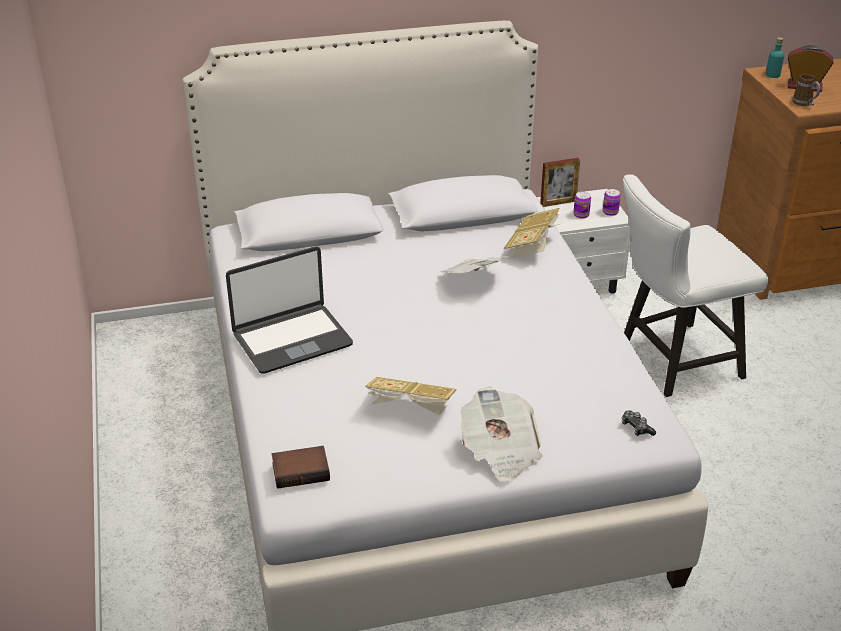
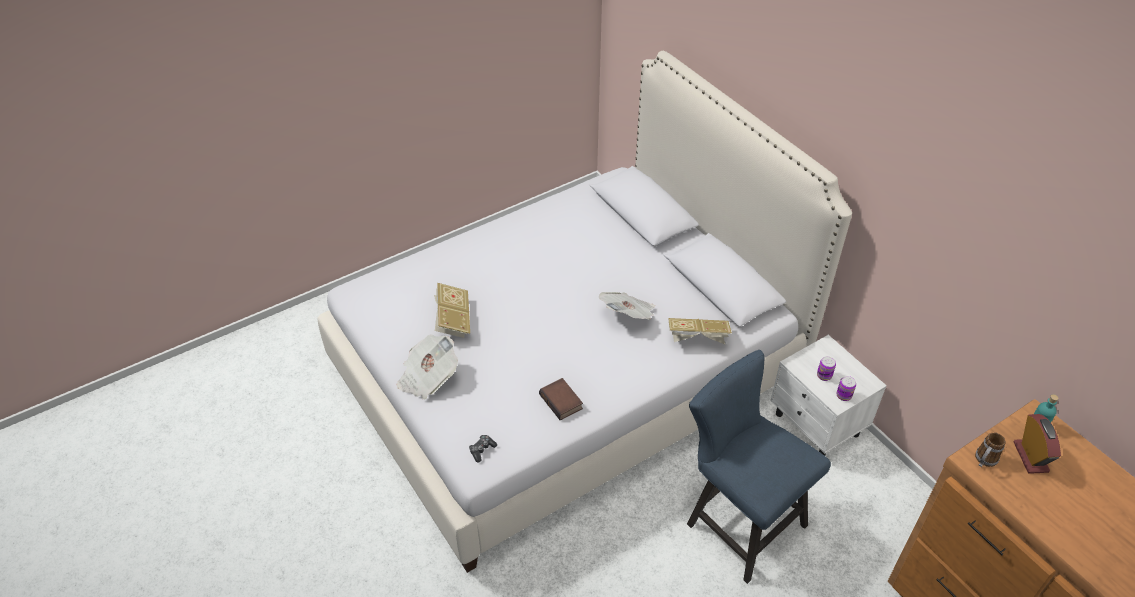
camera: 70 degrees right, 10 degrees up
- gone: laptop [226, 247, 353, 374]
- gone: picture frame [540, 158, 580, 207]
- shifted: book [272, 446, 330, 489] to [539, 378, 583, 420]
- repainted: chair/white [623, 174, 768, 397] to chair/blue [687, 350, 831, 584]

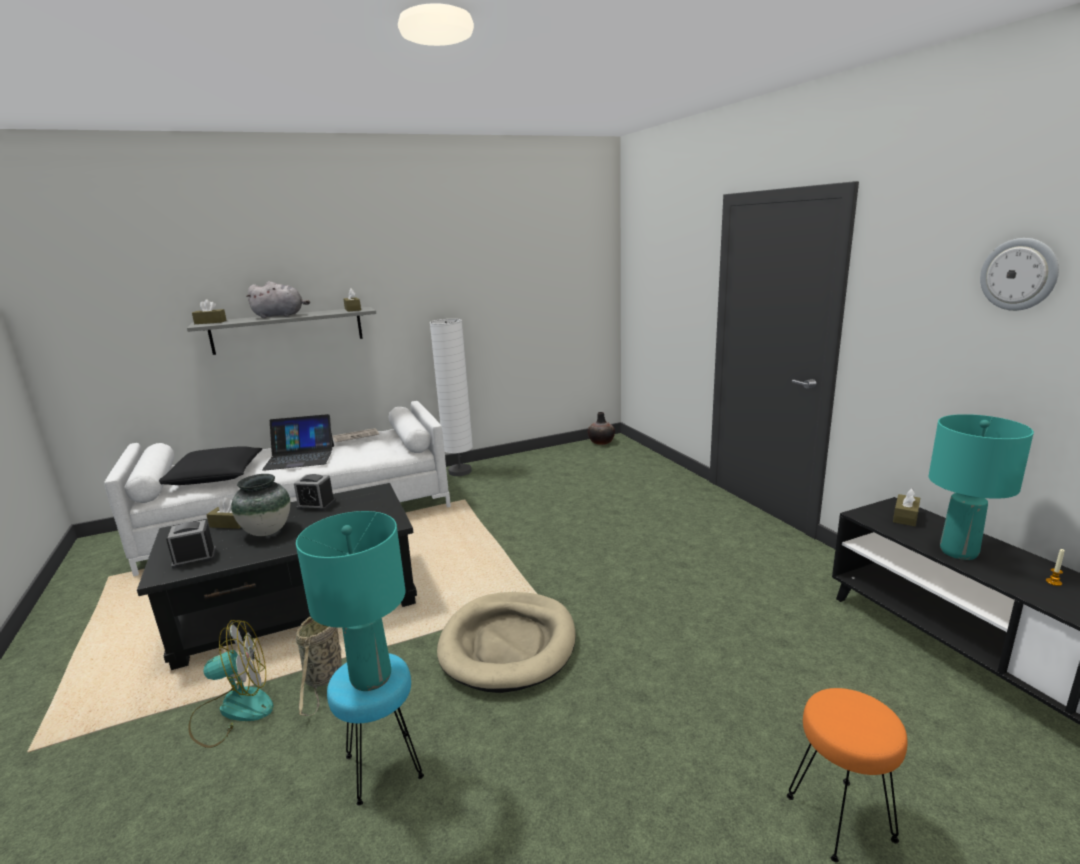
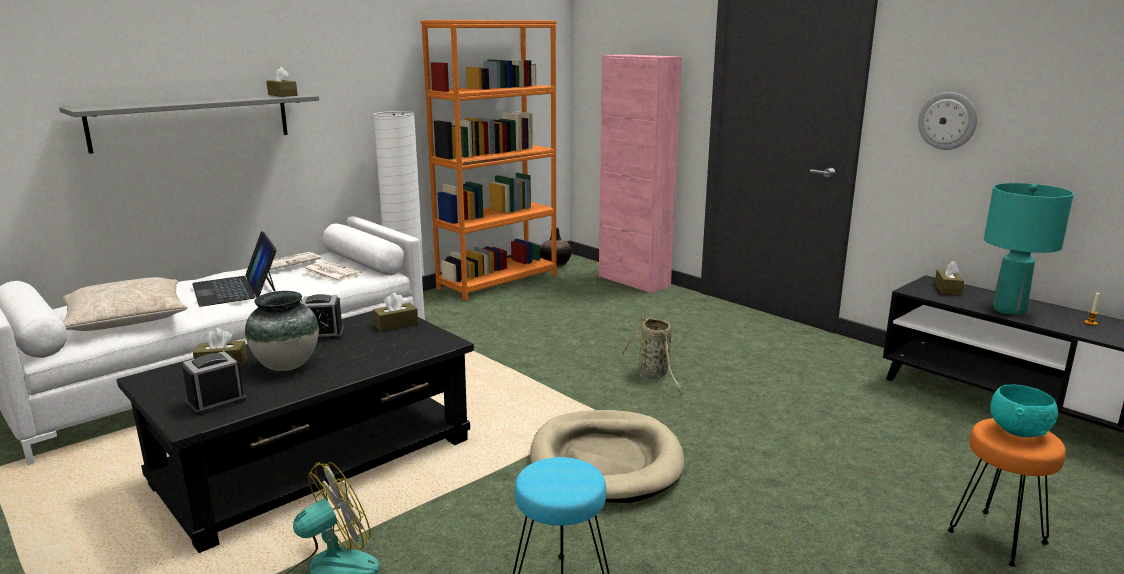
camera: 20 degrees left, 0 degrees up
- gone: plush toy/grey [246, 281, 310, 318]
- gone: table lamp/turquoise [296, 511, 405, 691]
- new: newspaper [304, 261, 362, 282]
- new: bookcase/orange [421, 20, 557, 301]
- new: cabinet/pink [599, 54, 682, 293]
- new: bowl/turquoise [990, 384, 1058, 437]
- shifted: tissue box/brown [192, 299, 226, 324] to [373, 293, 418, 332]
- shifted: basket [296, 617, 341, 716] to [620, 316, 683, 389]
- shifted: wall clock [980, 238, 1059, 311] to [918, 92, 977, 150]
- repainted: pillow/black [159, 446, 262, 485] to pillow/beige [63, 277, 188, 331]
- rotated: laptop [262, 414, 334, 471] = [192, 231, 277, 307] 90 degrees clockwise

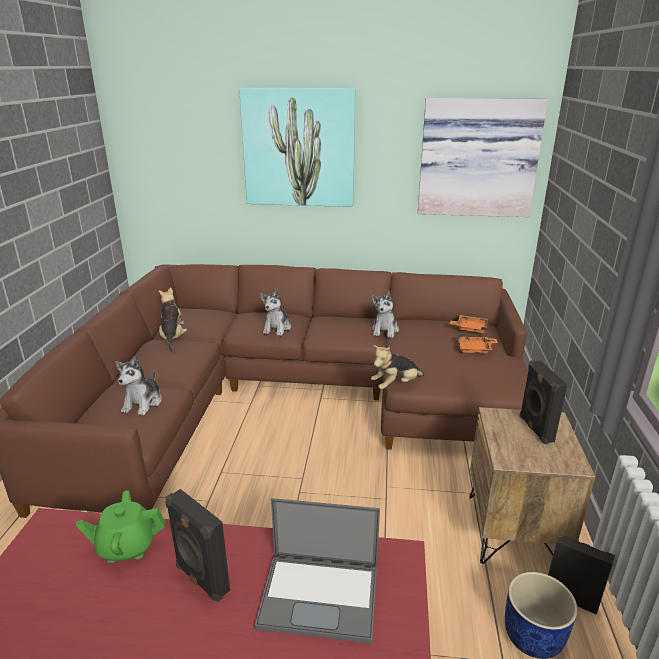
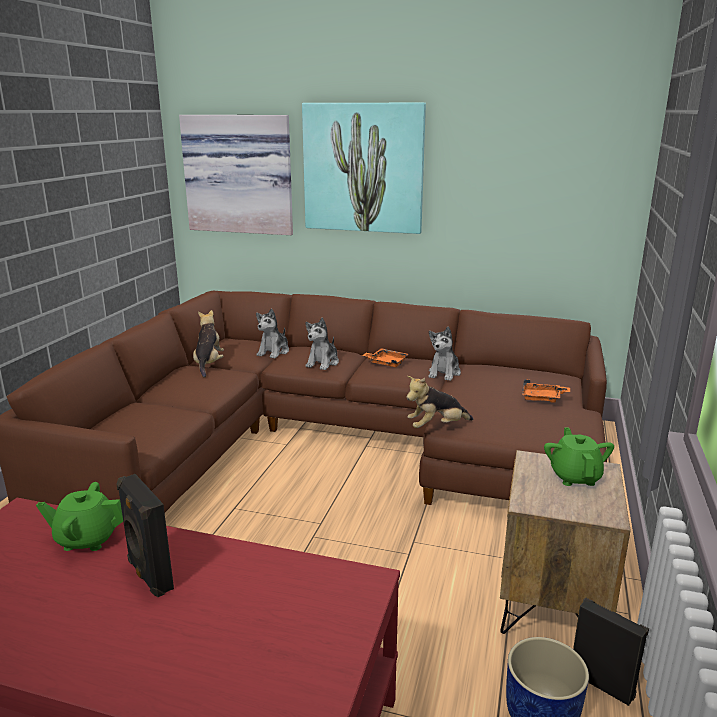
camera: 10 degrees right, 5 degrees down
- gone: laptop [255, 498, 380, 644]
- shifted: plush toy [115, 357, 162, 415] to [256, 309, 289, 359]
- shifted: picture [418, 98, 548, 217] to [179, 115, 293, 235]
- shifted: tray/orange [450, 315, 488, 333] to [362, 348, 409, 367]
- swapped: speaker/black [519, 360, 567, 444] to teapot/green [544, 427, 614, 486]

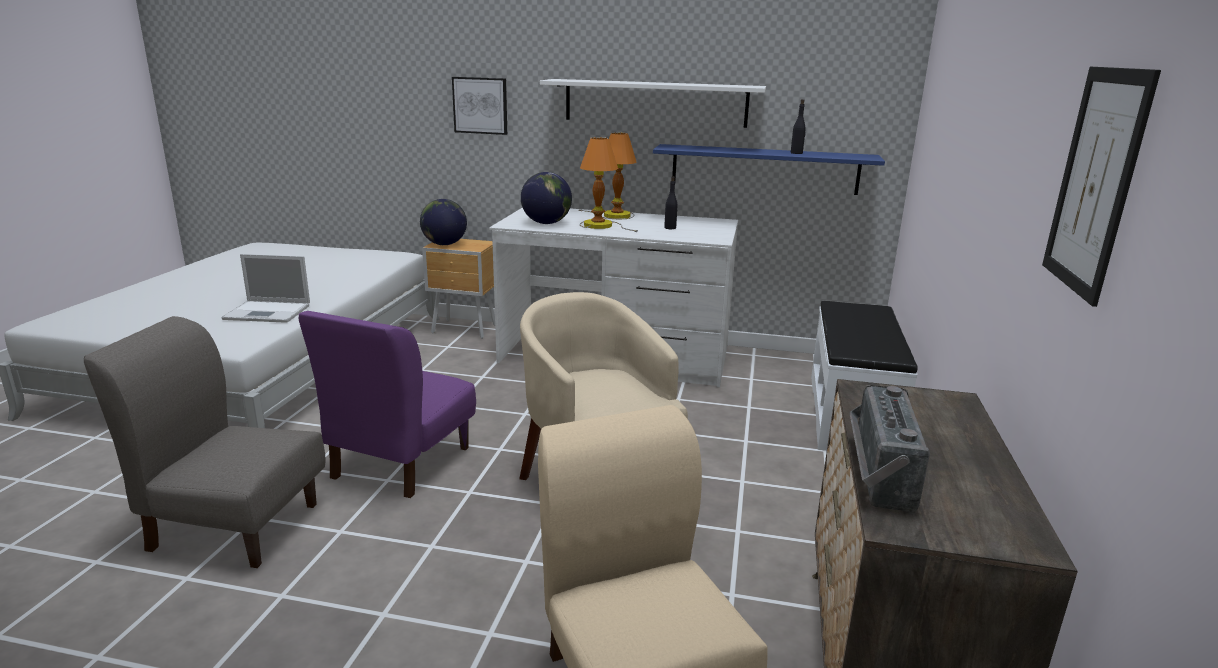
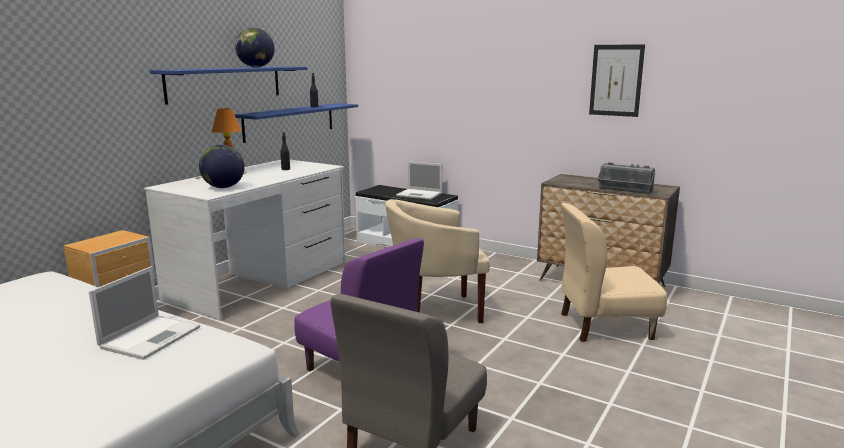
camera: 70 degrees left, 5 degrees down
- gone: picture [452, 77, 507, 135]
- gone: table lamp [579, 137, 638, 232]
- new: laptop [396, 161, 442, 200]
- shifted: globe [420, 199, 467, 245] to [235, 28, 275, 67]
- repainted: shelf/white [540, 79, 766, 128] to shelf/blue [150, 66, 307, 105]

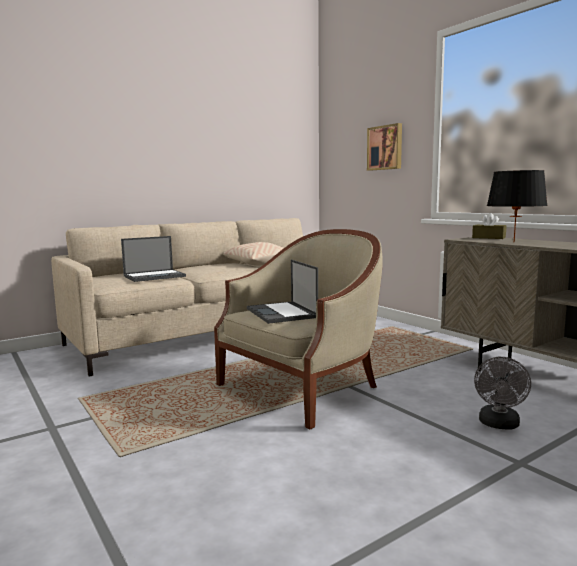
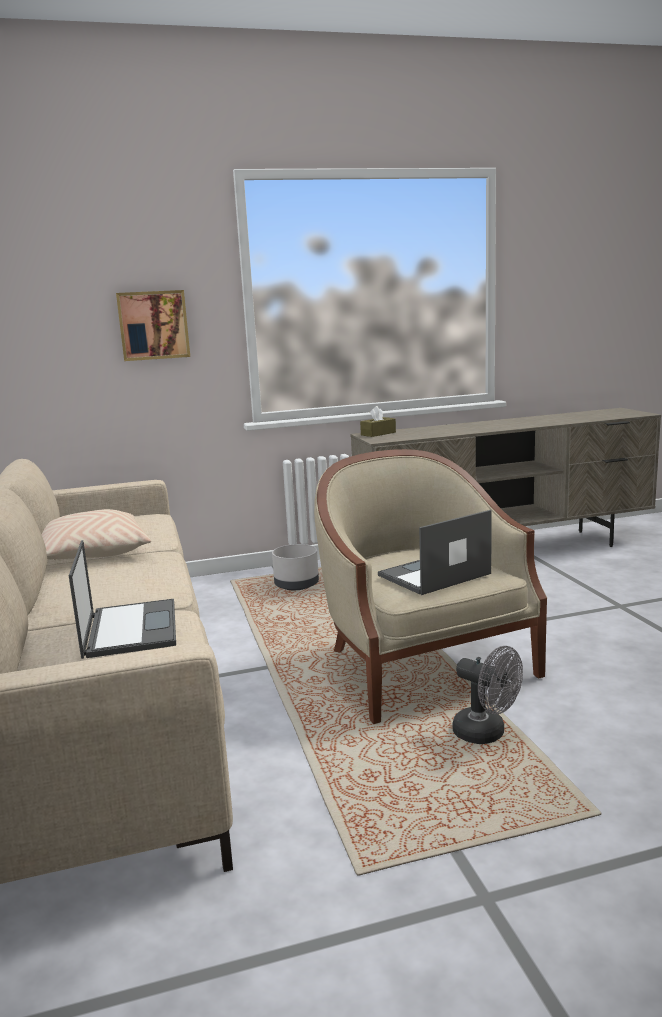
camera: 70 degrees left, 5 degrees up
- gone: table lamp/black [487, 170, 548, 242]
- new: planter/grey [272, 544, 319, 590]
- shifted: fan/grey [474, 357, 531, 430] to [452, 646, 523, 744]
- rotated: laptop [247, 260, 318, 324] = [378, 510, 492, 595] 150 degrees clockwise

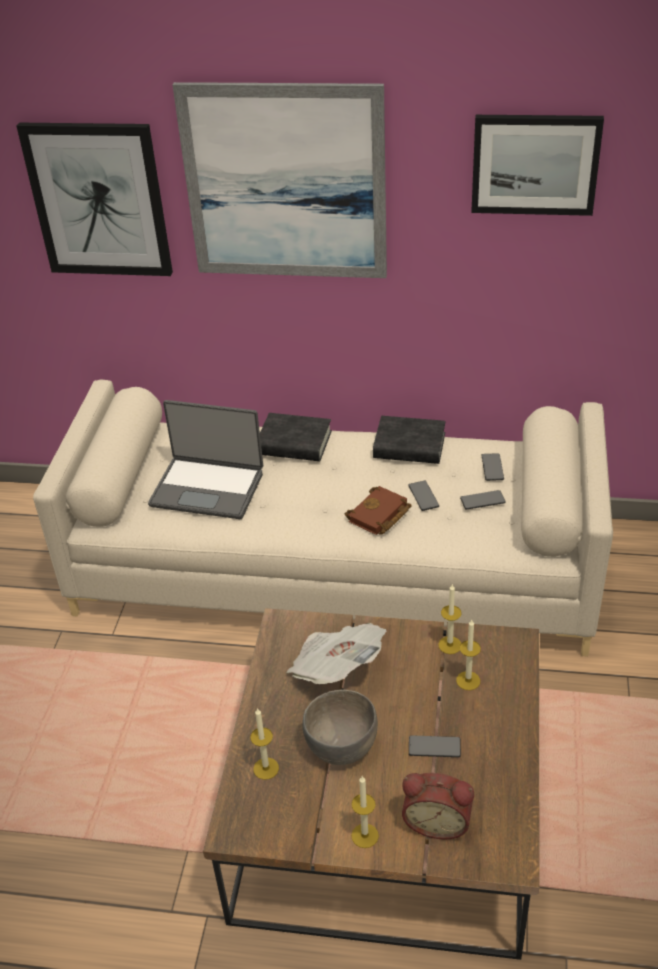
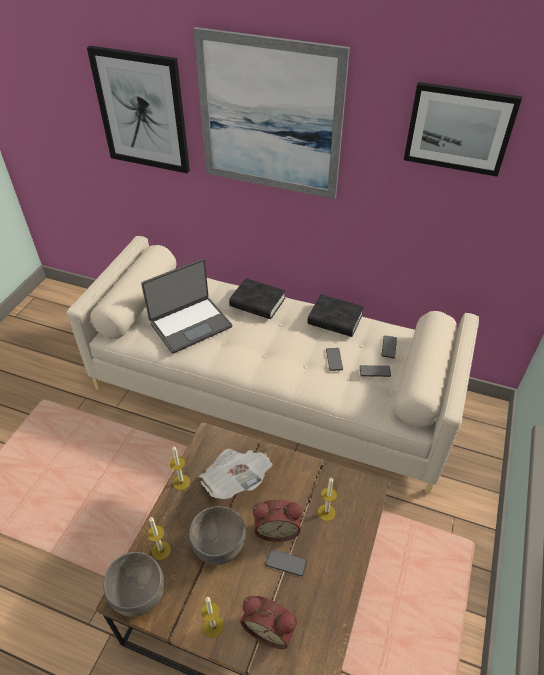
camera: 10 degrees right, 5 degrees up
- gone: book/brown [345, 486, 411, 535]
- new: bowl/grey [103, 552, 165, 617]
- new: alarm clock [253, 500, 302, 542]
- shifted: candle [438, 584, 462, 654] to [170, 446, 190, 490]
- rotated: laptop [148, 400, 263, 519] = [141, 259, 232, 354] 60 degrees counterclockwise

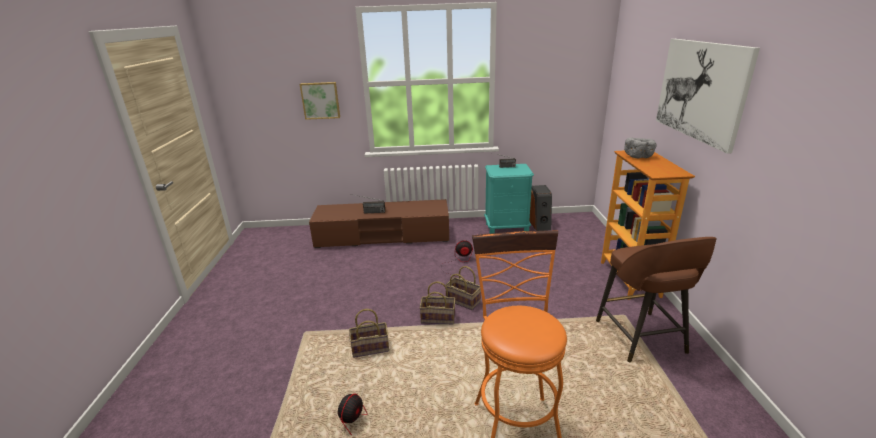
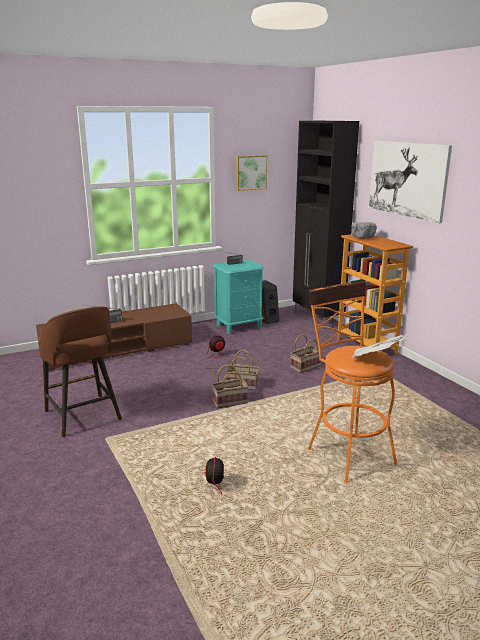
camera: 25 degrees left, 5 degrees down
- new: cabinet/black [293, 121, 359, 329]
- new: newspaper [351, 335, 405, 358]
- shifted: picture [300, 82, 340, 120] to [236, 155, 267, 191]
- shifted: basket [349, 309, 389, 358] to [290, 334, 321, 373]
- shifted: stool/brown [596, 237, 716, 362] to [38, 307, 122, 437]

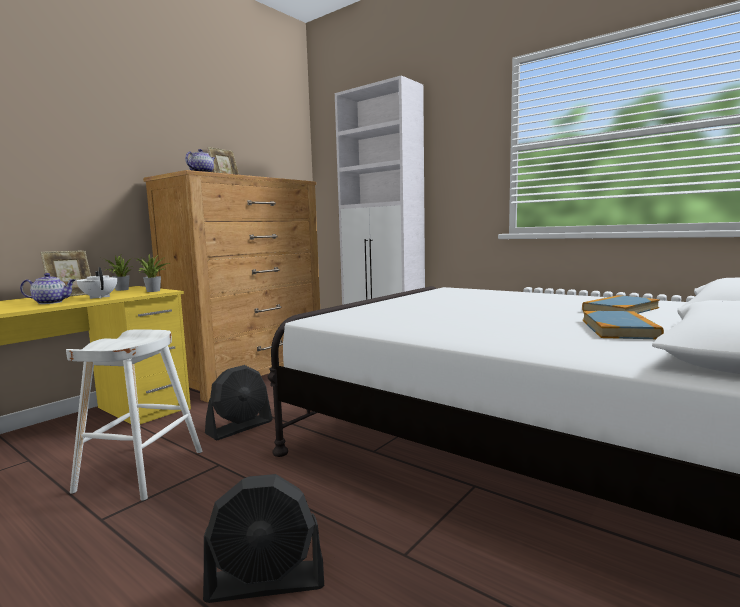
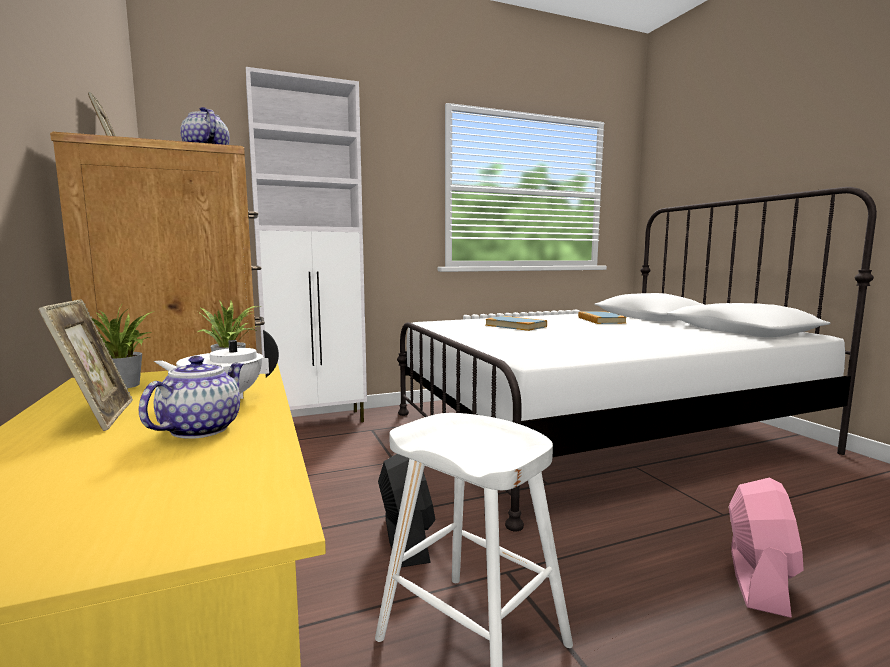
camera: 60 degrees left, 0 degrees up
- shifted: book [583, 311, 664, 339] to [485, 316, 547, 331]
- repainted: fan/black [203, 474, 324, 603] to fan/pink [729, 477, 804, 618]

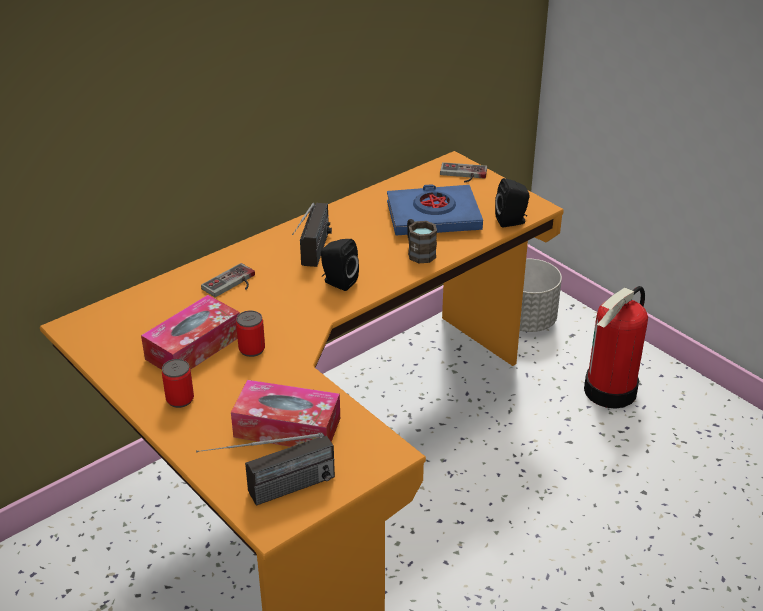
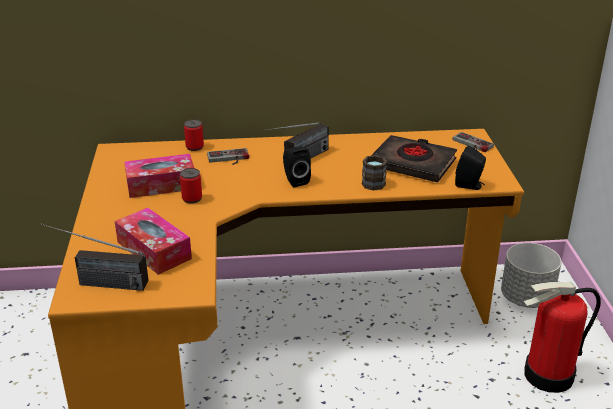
camera: 35 degrees right, 5 degrees down
- shifted: can [162, 359, 194, 408] to [184, 119, 204, 151]
- repainted: book/blue [387, 184, 483, 235] to book/black [371, 135, 457, 183]

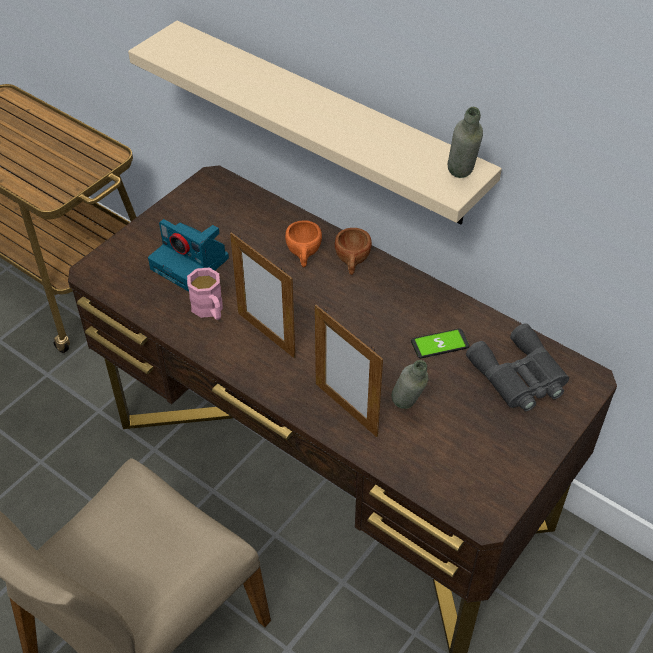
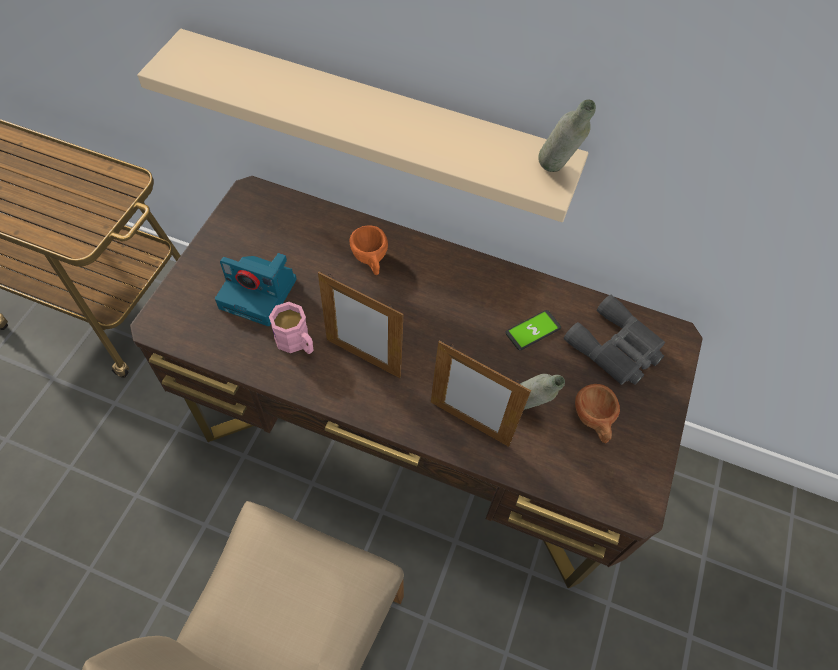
camera: 20 degrees left, 10 degrees up
- shifted: cup/brown [335, 228, 372, 275] to [575, 384, 620, 443]

